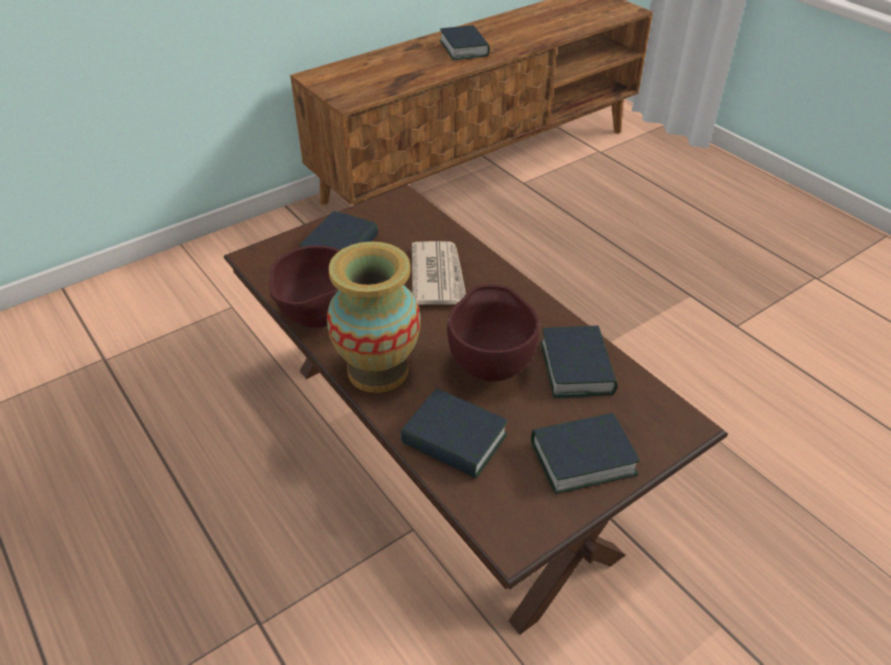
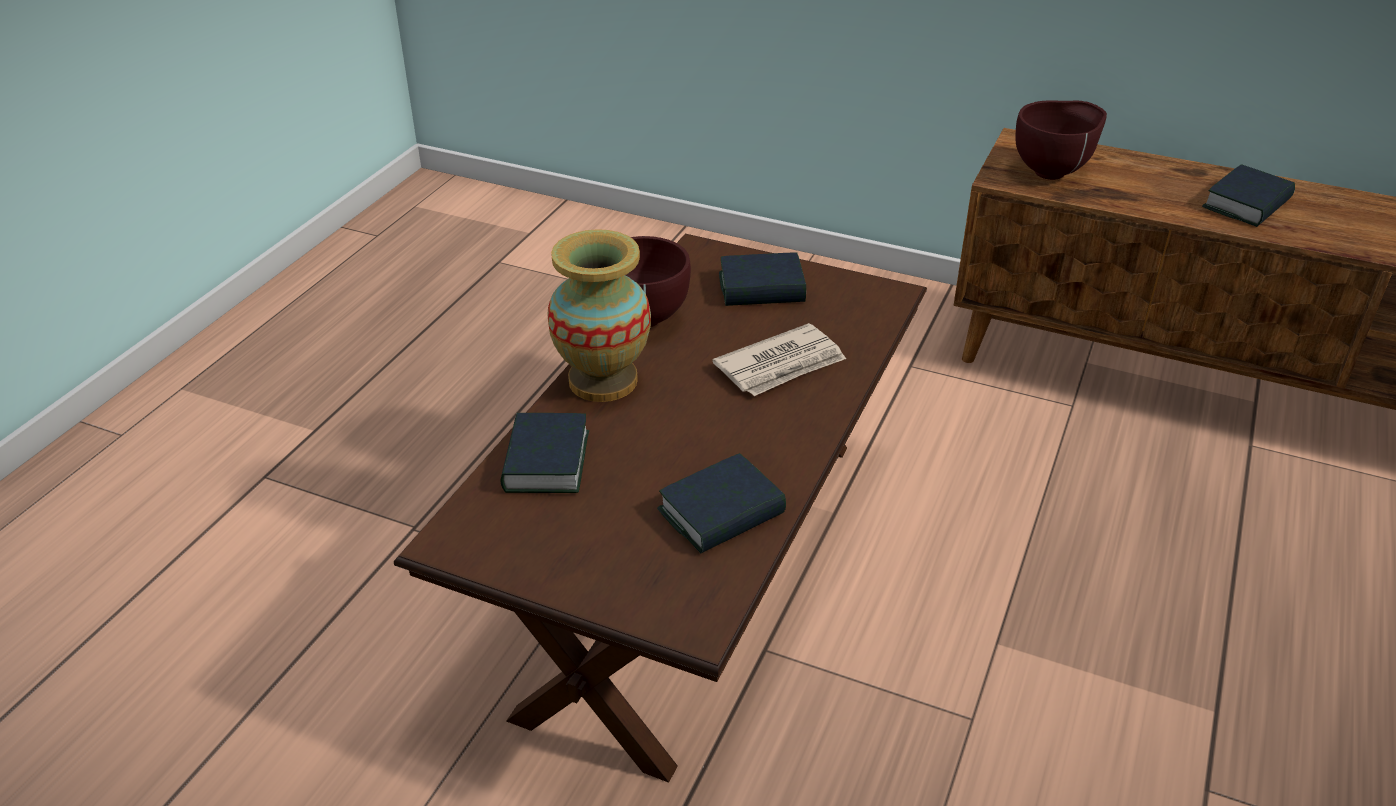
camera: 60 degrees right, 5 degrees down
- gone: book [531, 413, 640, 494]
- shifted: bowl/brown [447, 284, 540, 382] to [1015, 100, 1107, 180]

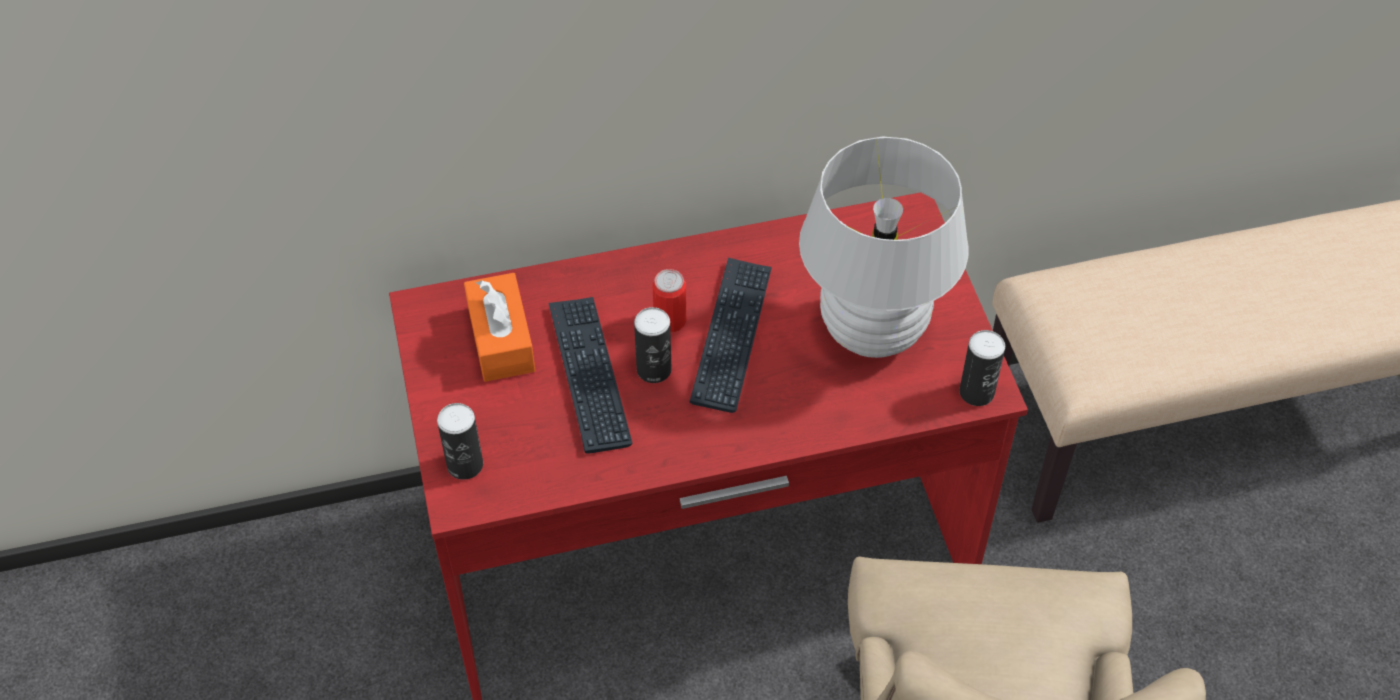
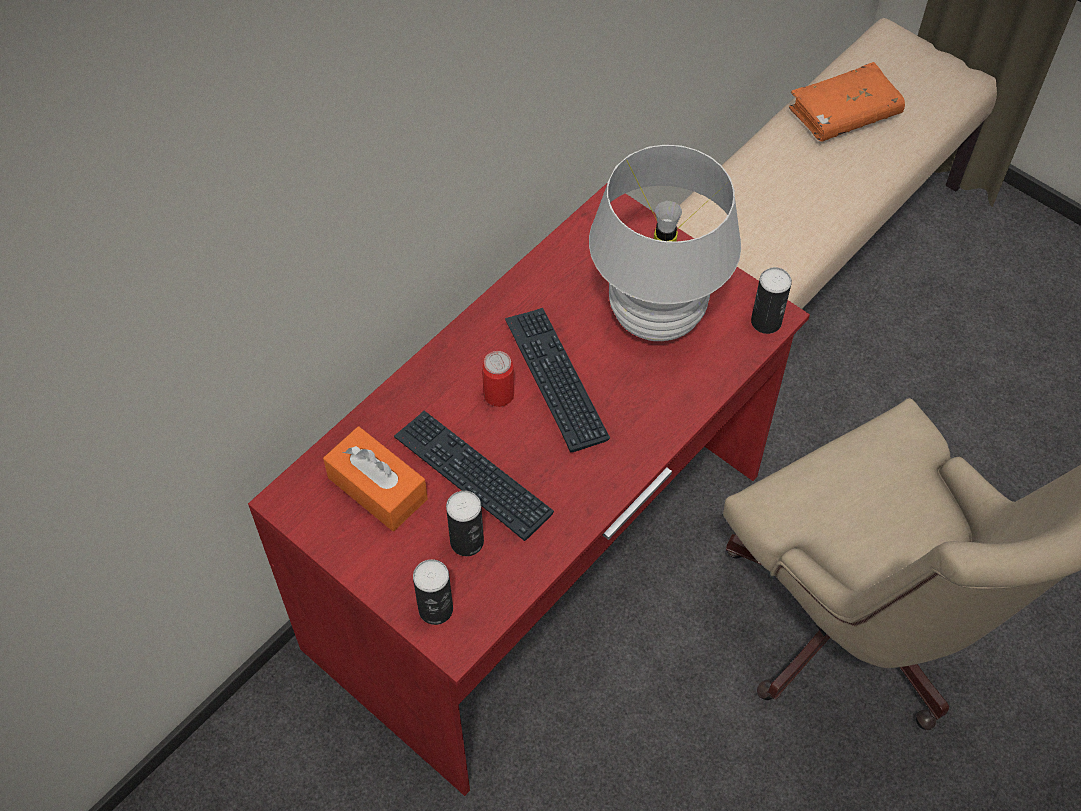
camera: 35 degrees left, 5 degrees up
- new: book/orange [789, 62, 905, 142]
- shifted: can [634, 307, 672, 383] to [446, 491, 484, 556]

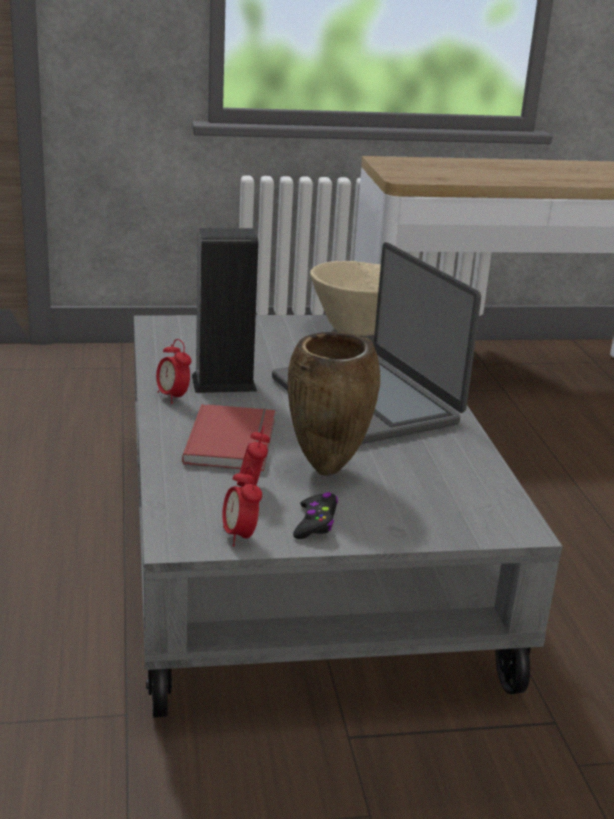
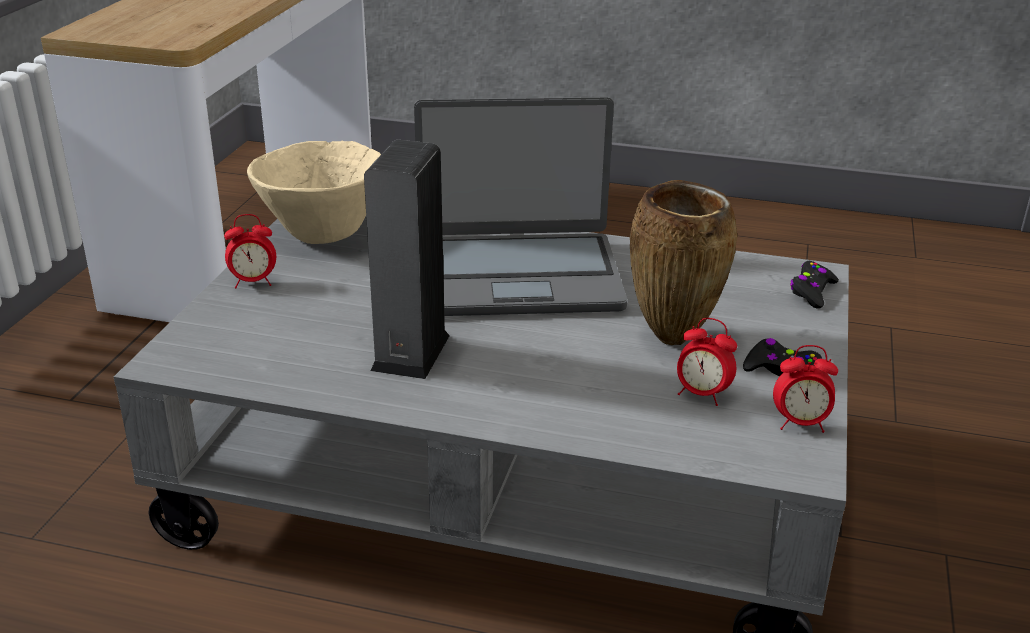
camera: 65 degrees left, 5 degrees up
- gone: book/red [182, 404, 275, 471]
- new: game controller/black [790, 261, 839, 309]
- shifted: alarm clock [156, 339, 191, 404] to [224, 214, 276, 288]

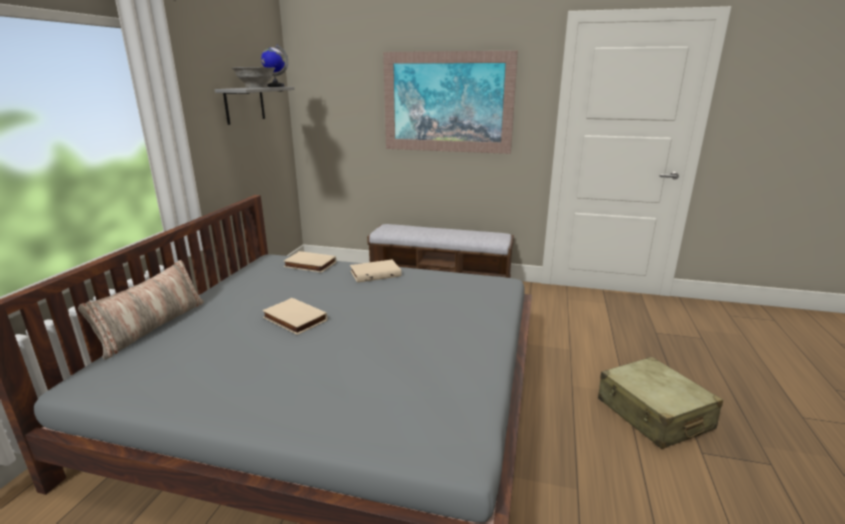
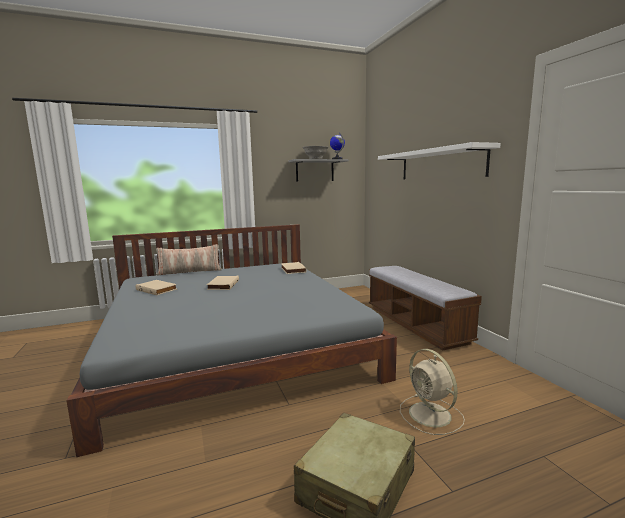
camera: 55 degrees right, 10 degrees down
- new: fan/beige [400, 349, 465, 435]
- shifted: book/beige [350, 260, 402, 283] to [136, 280, 177, 295]
- swapped: picture [383, 51, 518, 154] to shelf/white [378, 142, 501, 179]

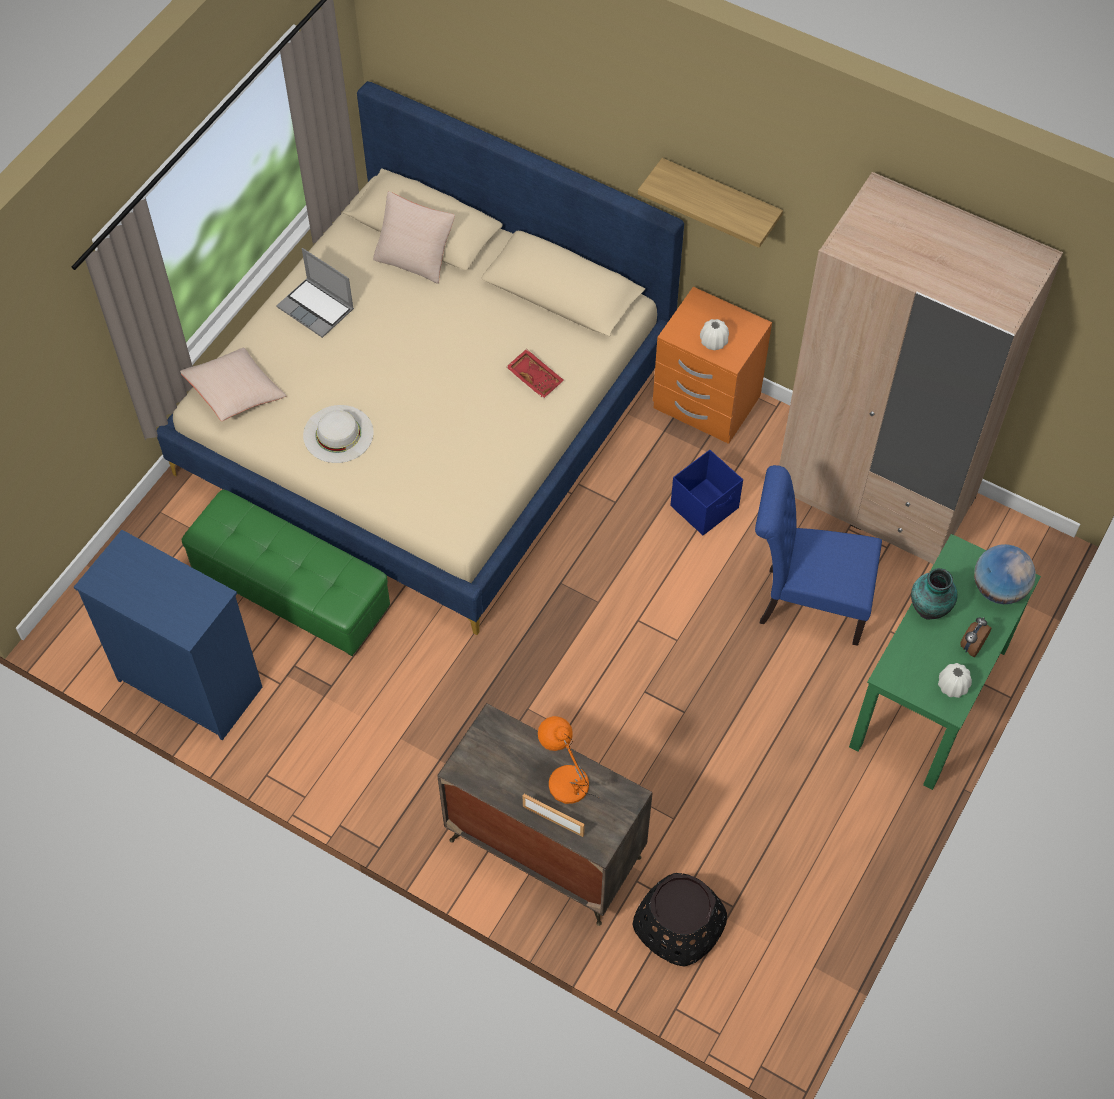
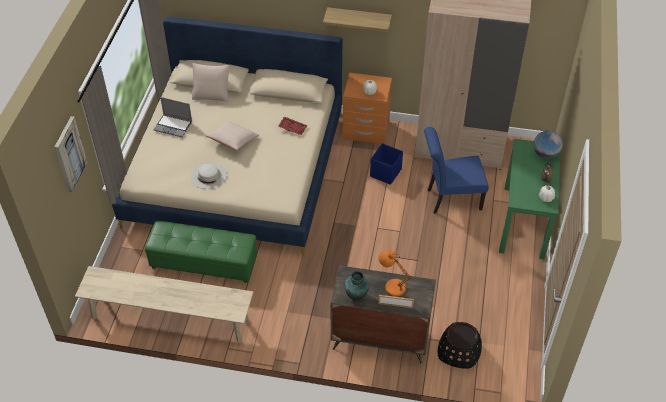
camera: 20 degrees left, 10 degrees down
- new: picture [55, 116, 87, 192]
- shifted: pillow/beige [180, 348, 286, 421] to [206, 121, 259, 150]
- shifted: vase [911, 568, 957, 619] to [345, 271, 369, 301]
- swapped: dresser/blue [74, 530, 262, 740] to bench/beige [75, 266, 253, 343]

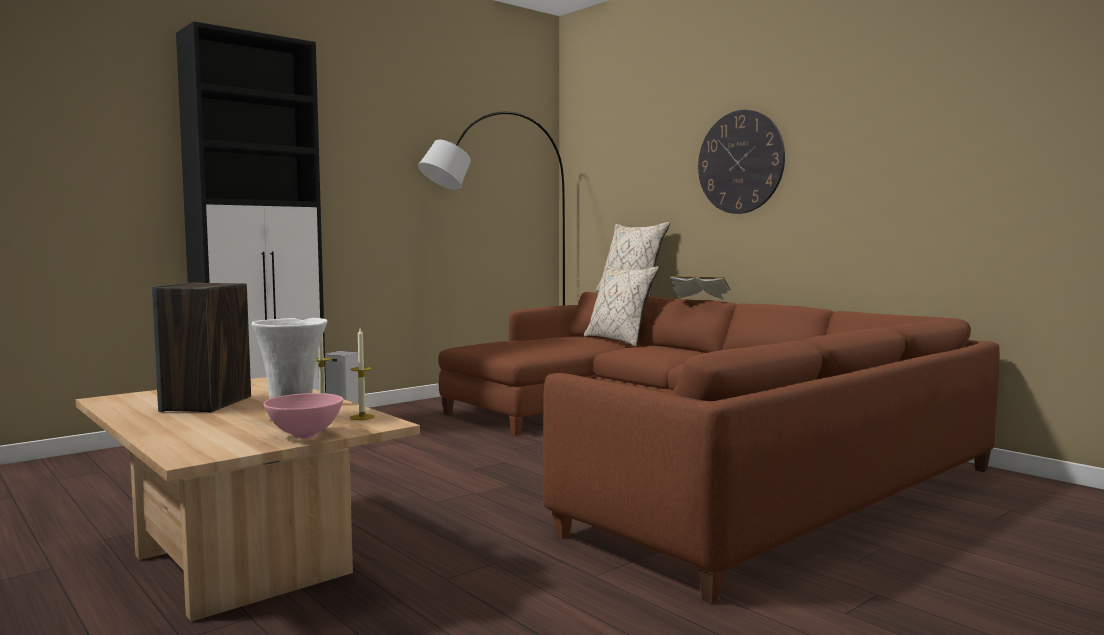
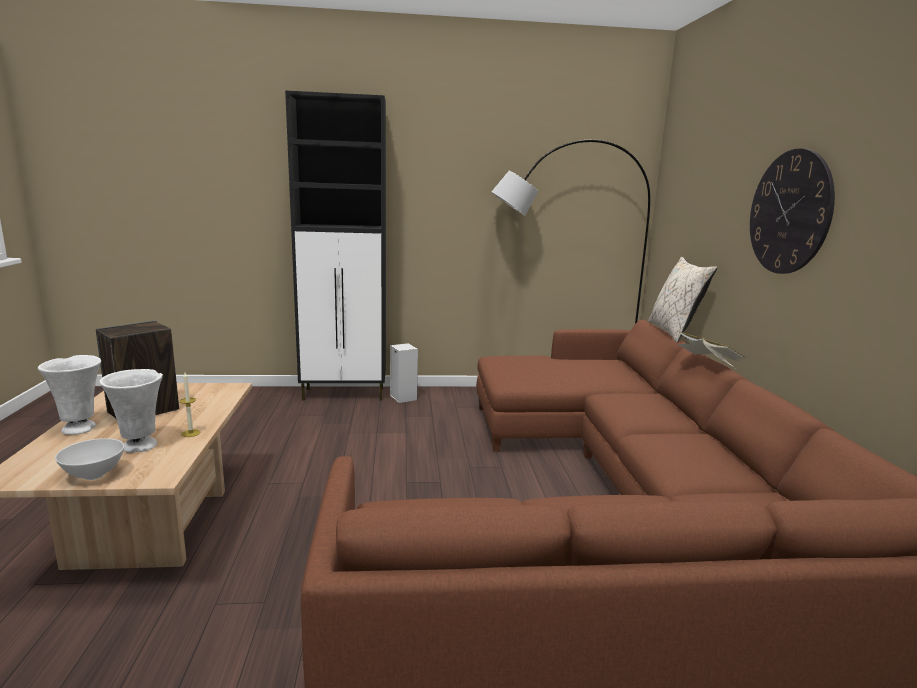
camera: 35 degrees right, 10 degrees up
- gone: candle [350, 329, 375, 420]
- gone: pillow/beige [584, 265, 659, 346]
- new: vase/white [38, 355, 101, 435]
- repainted: bowl/pink [264, 393, 343, 439] to bowl/white [55, 438, 124, 480]

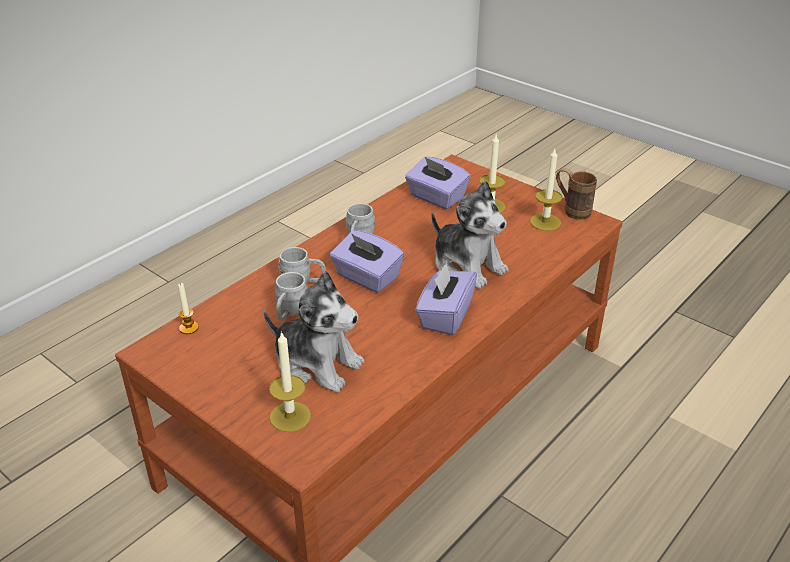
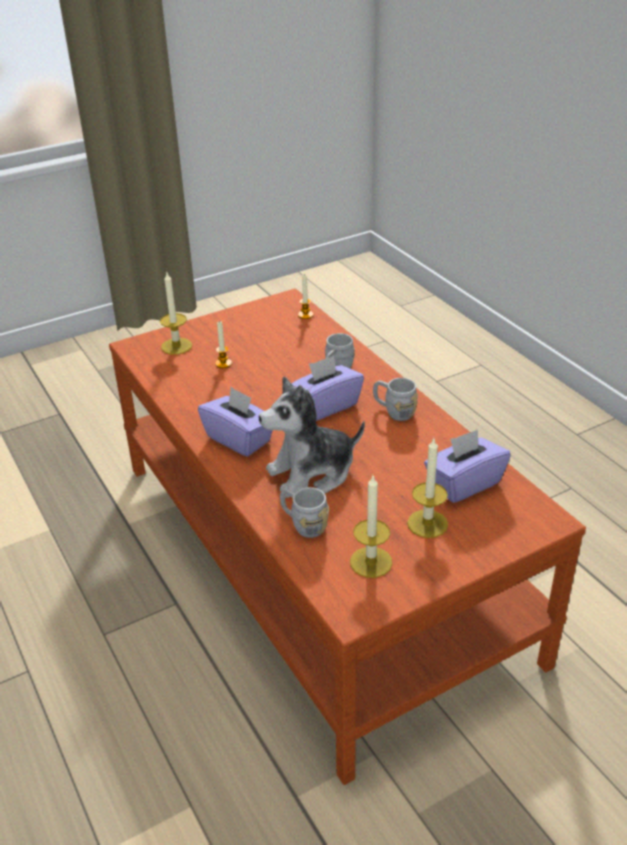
camera: 110 degrees right, 0 degrees up
- gone: mug/brown [556, 168, 597, 220]
- shifted: mug/grey [275, 272, 308, 321] to [280, 487, 329, 538]
- swapped: plush toy [264, 271, 364, 393] to candle [215, 321, 232, 368]

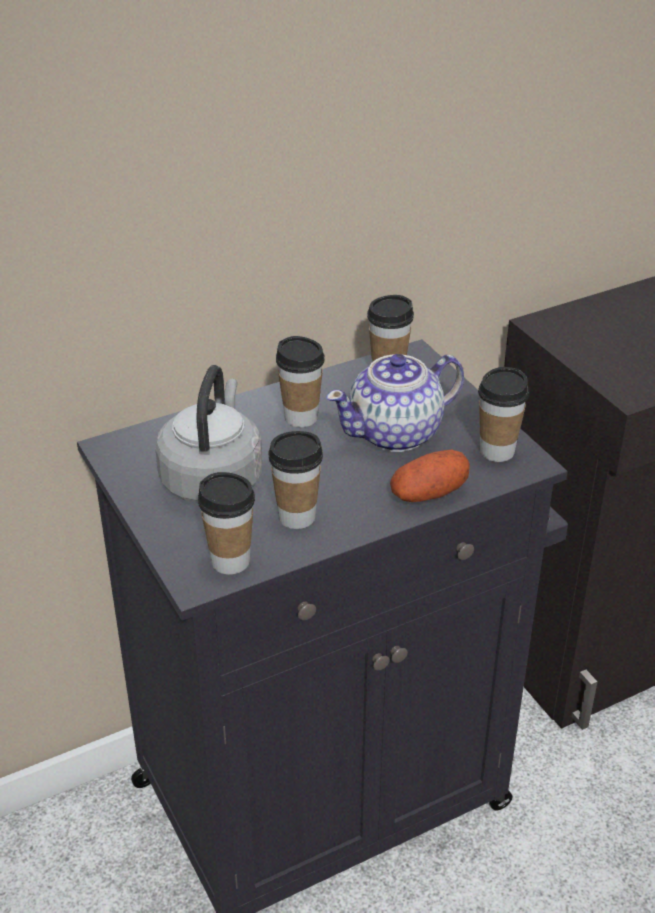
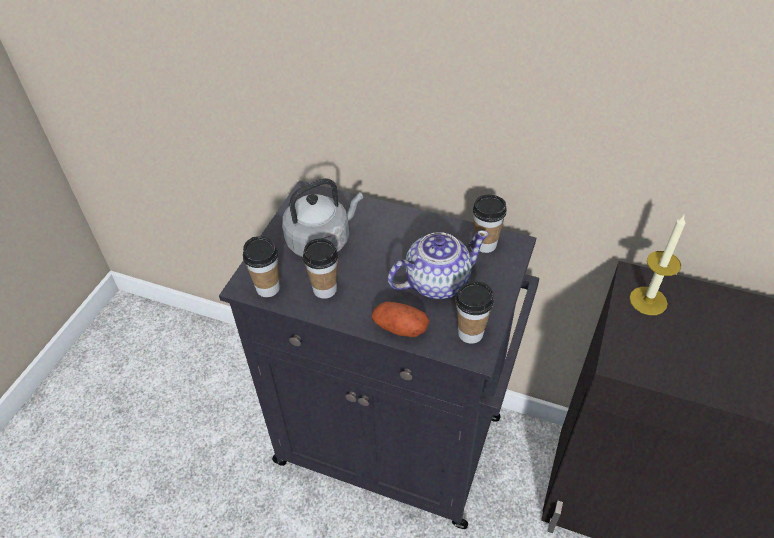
camera: 50 degrees right, 10 degrees up
- gone: cup [276, 336, 325, 428]
- new: candle [629, 215, 686, 315]
- rotated: teapot [326, 354, 464, 452] = [388, 230, 489, 299] 135 degrees clockwise

